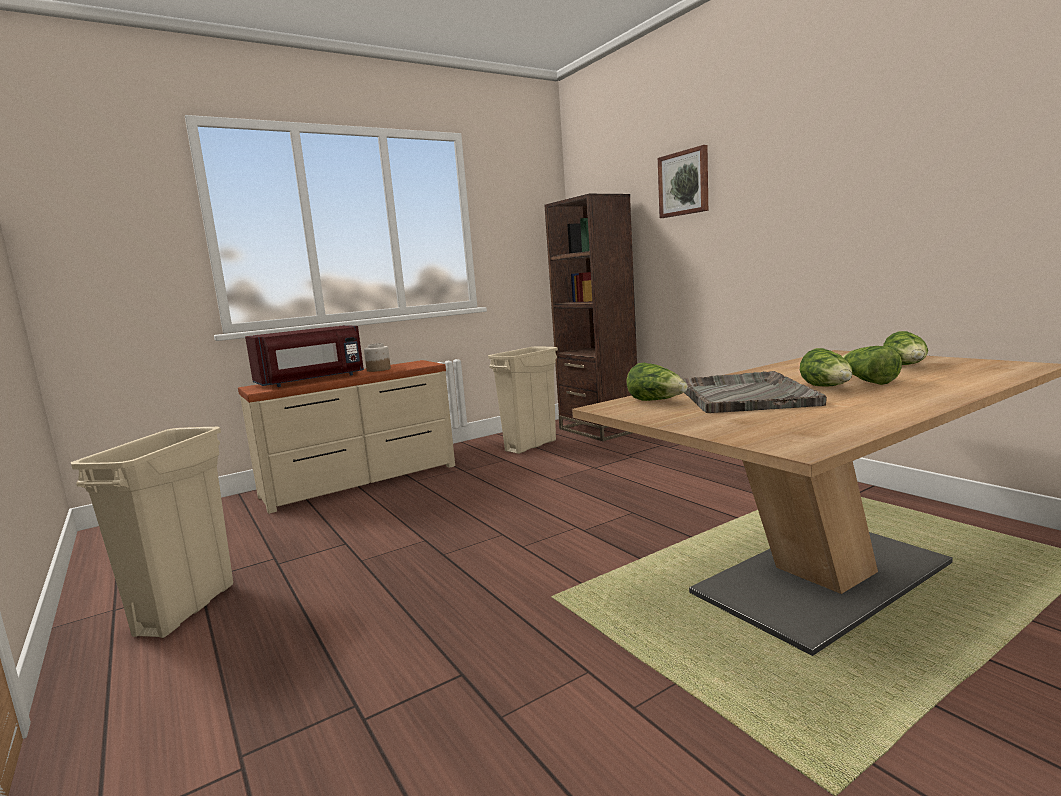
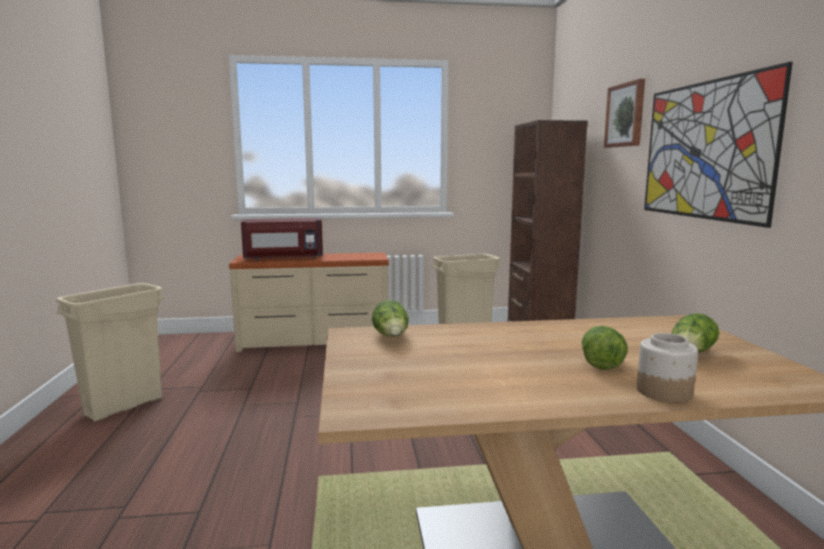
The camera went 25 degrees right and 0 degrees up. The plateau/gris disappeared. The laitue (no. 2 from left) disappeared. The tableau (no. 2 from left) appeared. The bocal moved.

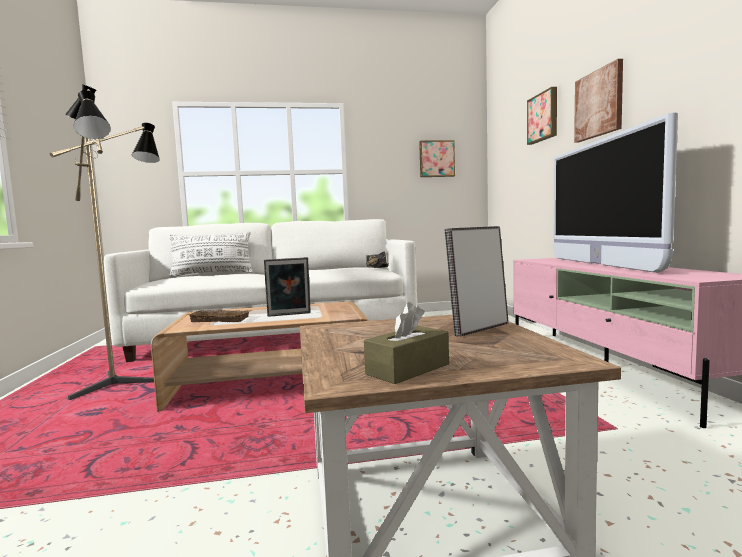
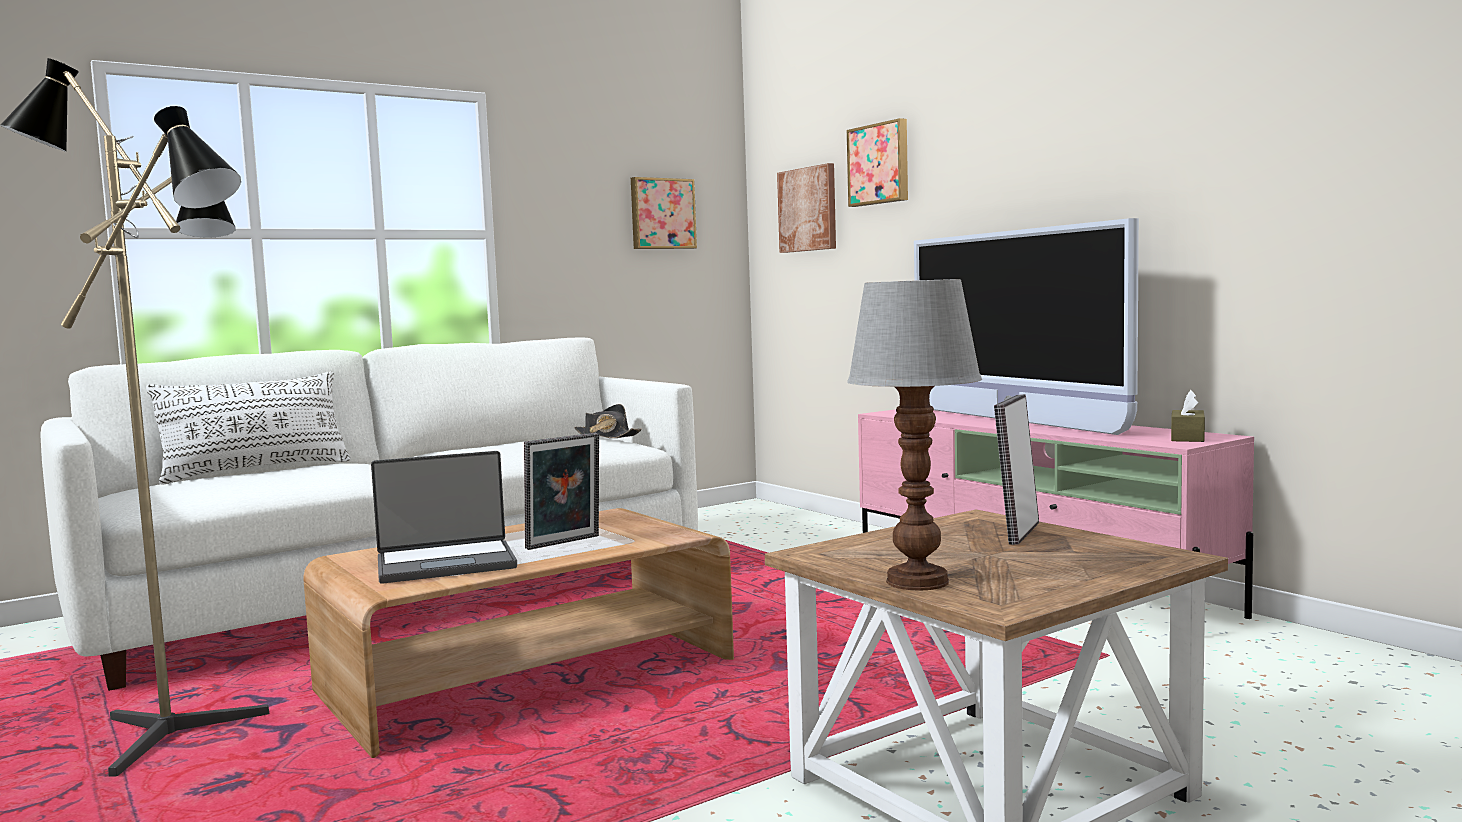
The camera went 25 degrees left and 0 degrees up. The lampe de table appeared. The boîte à mouchoirs/marron moved. The tableau (no. 3 from left in the first image) moved. The plateau/marron was replaced by the ordinateur portable.

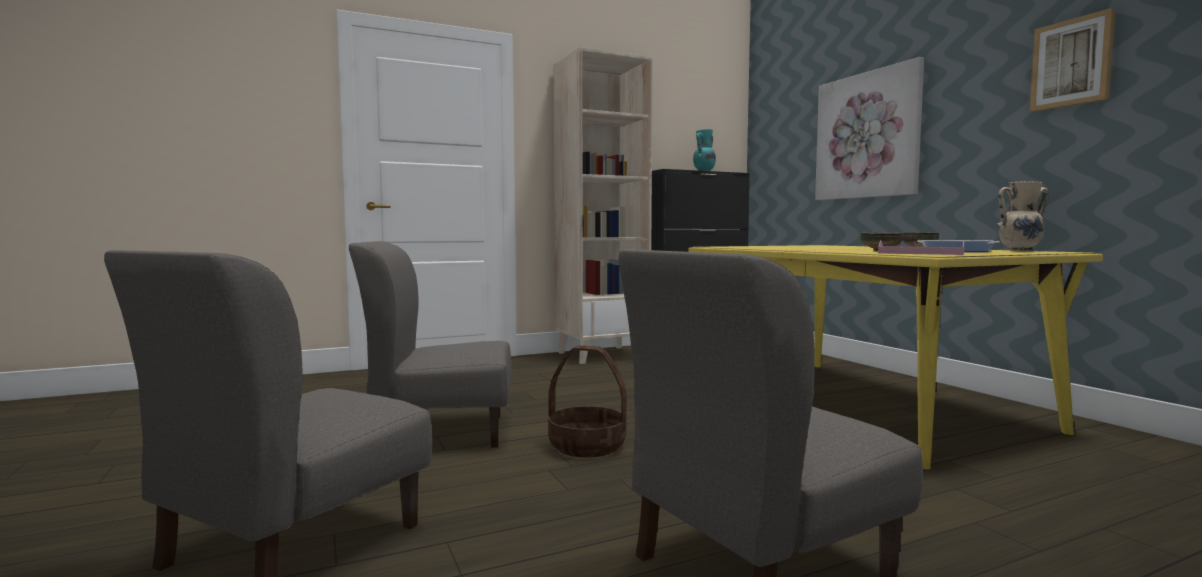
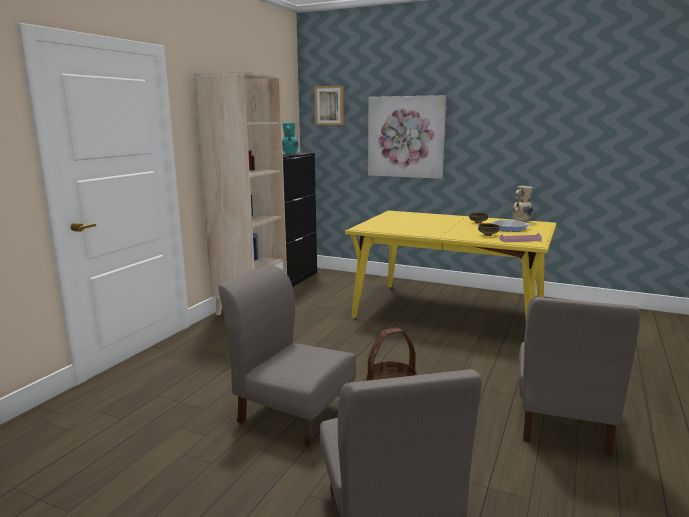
The camera went 40 degrees left and 10 degrees up. The tableau (no. 2 from left in the first image) moved. The chaise/gris (no. 2 from left in the first image) turned 75 degrees clockwise.

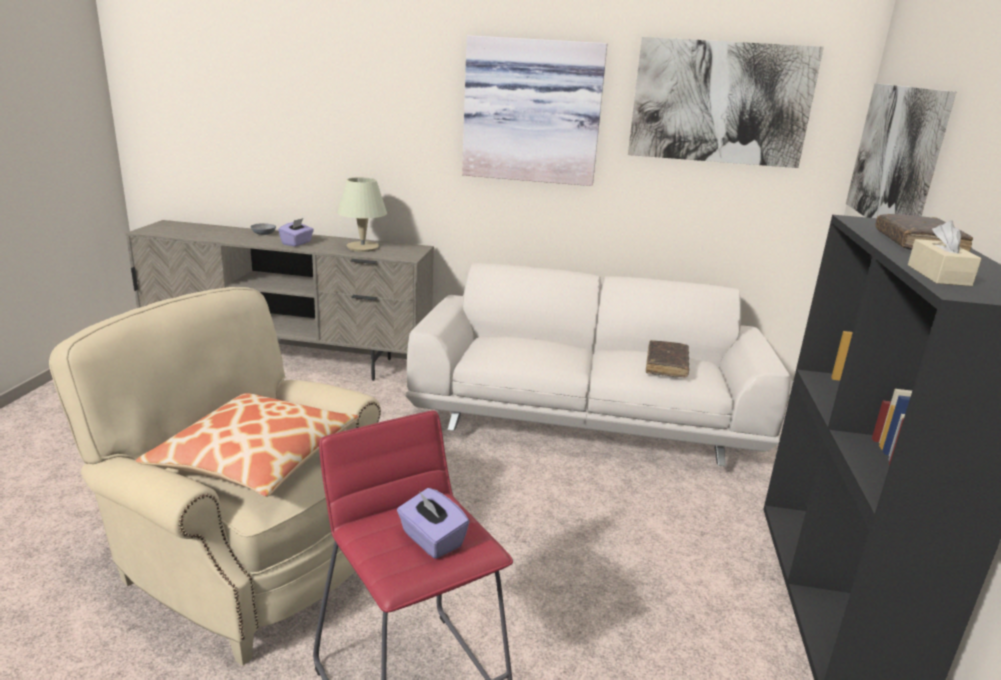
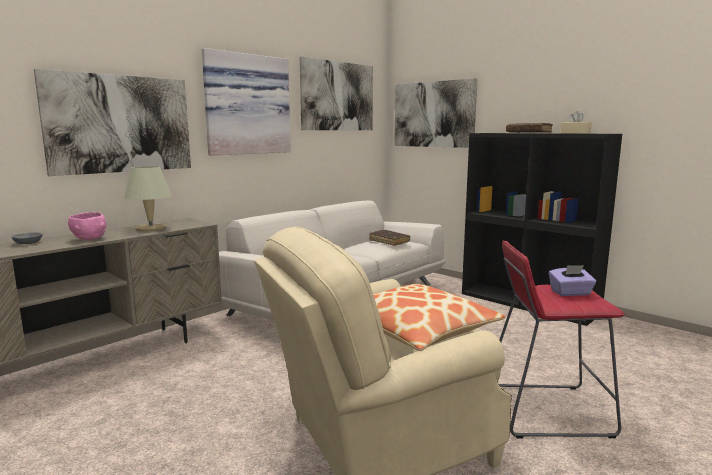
The camera went 55 degrees left and 10 degrees down. The tableau (no. 1 from left) appeared. The boîte à mouchoirs/violet (no. 1 from left) was replaced by the bol/rose.

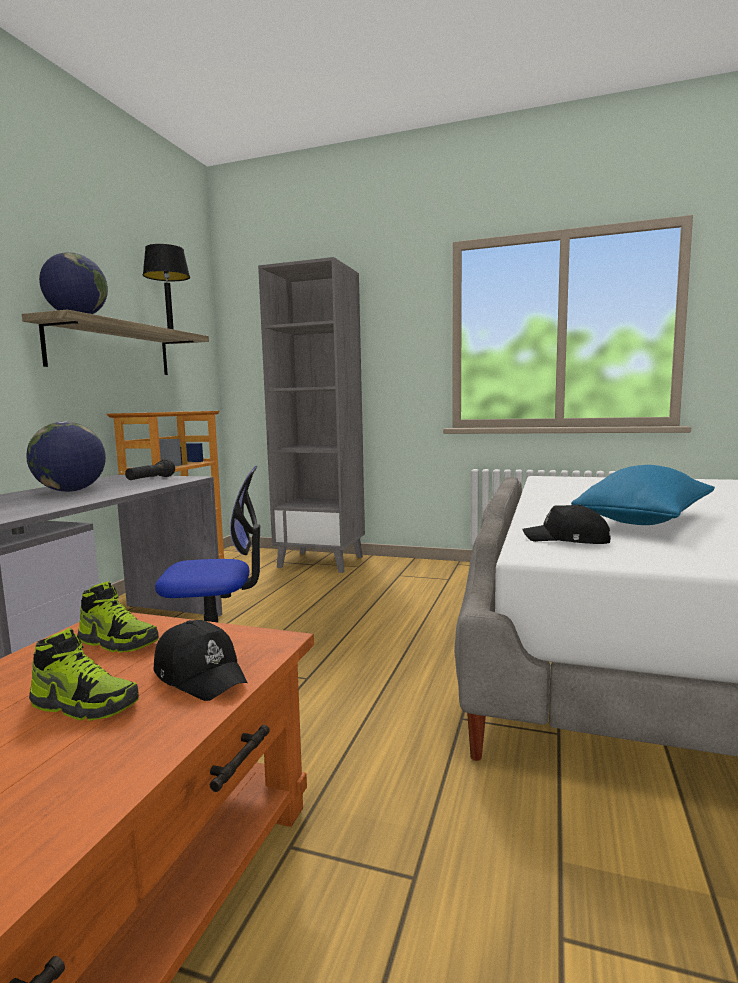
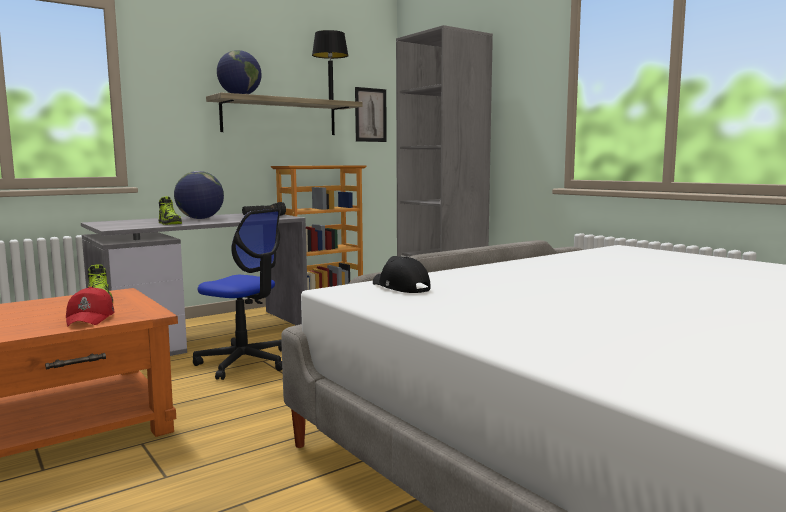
The camera went 35 degrees right and 0 degrees up. The coussin/bleu disappeared. The tableau appeared. The chaussure (no. 1 from left in the first image) moved. The casquette/noir (no. 1 from left) became the casquette/rouge.

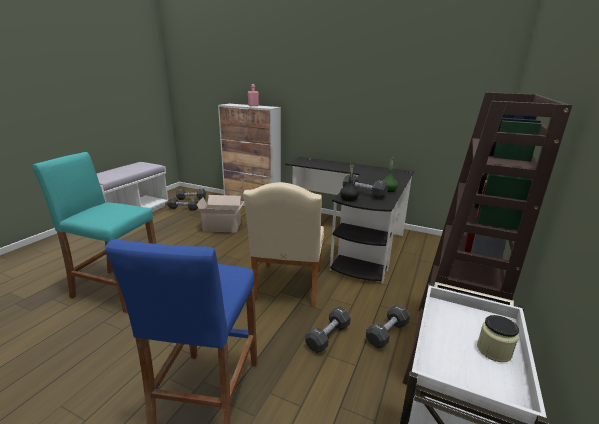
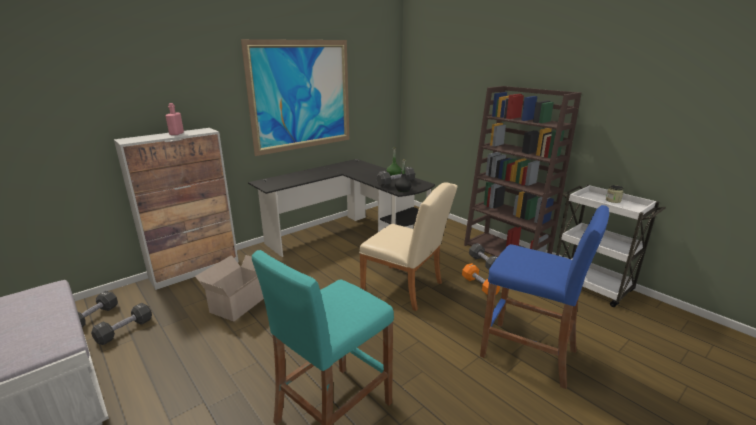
The camera went 65 degrees left and 0 degrees up. The tableau appeared. The haltère/noir (no. 3 from left) became the haltère/orange.

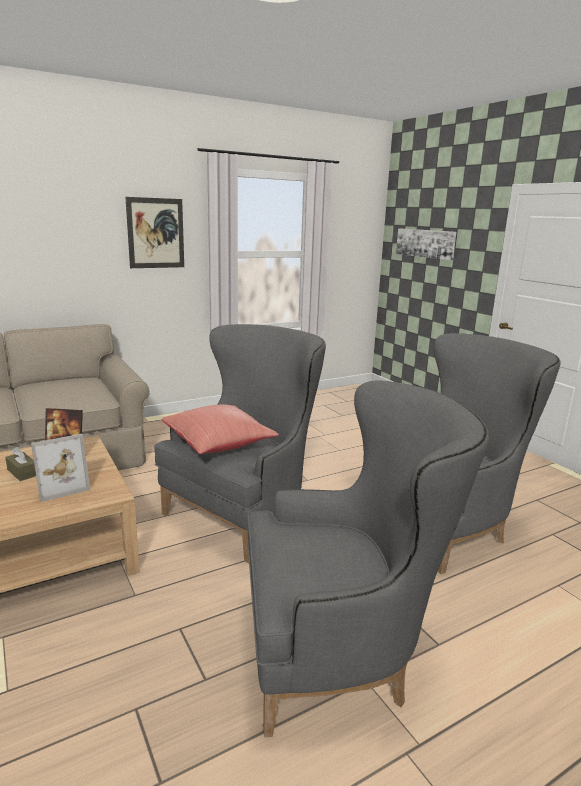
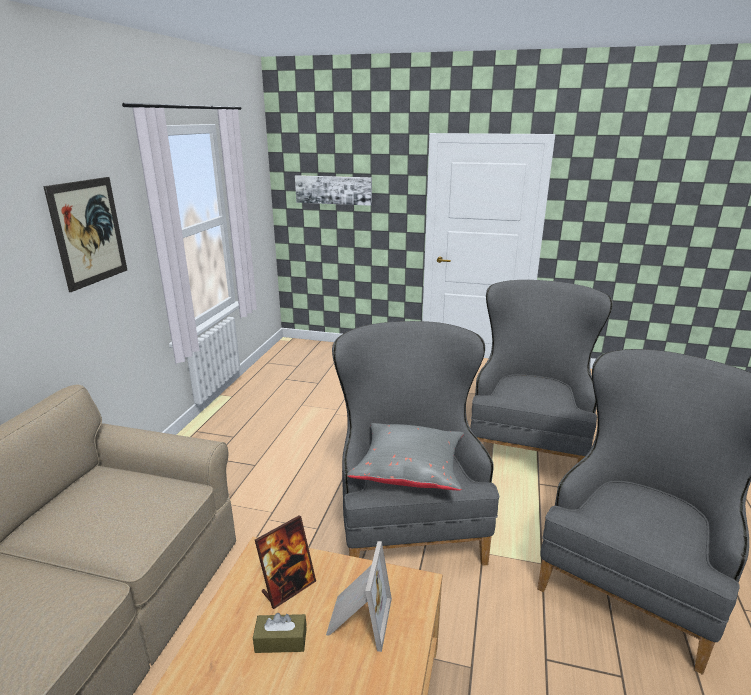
The camera went 45 degrees left and 5 degrees up. The coussin/rouge became the coussin/gris.

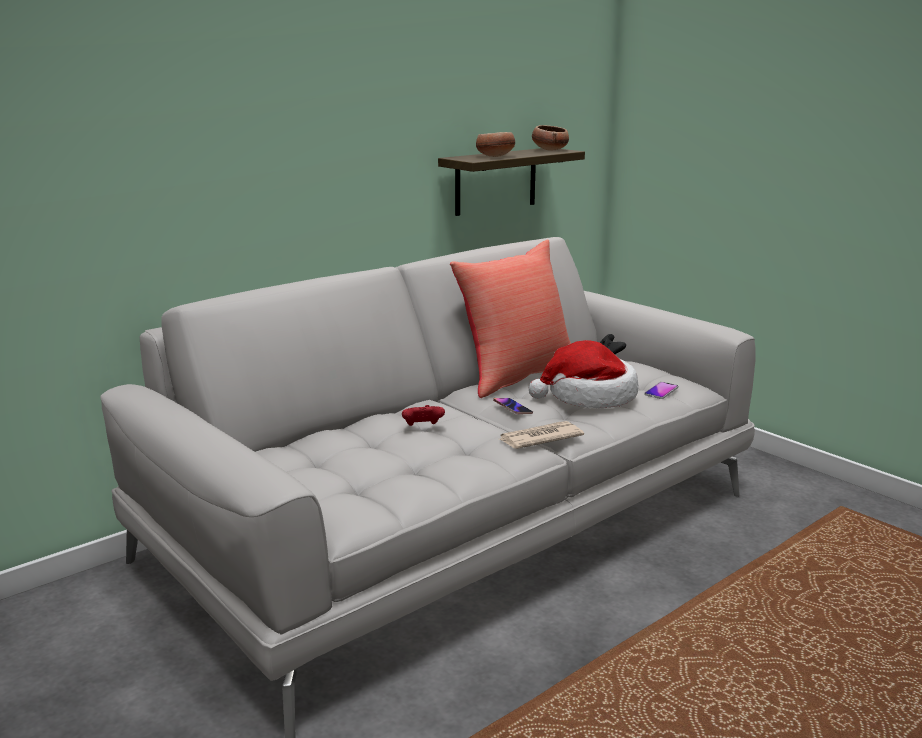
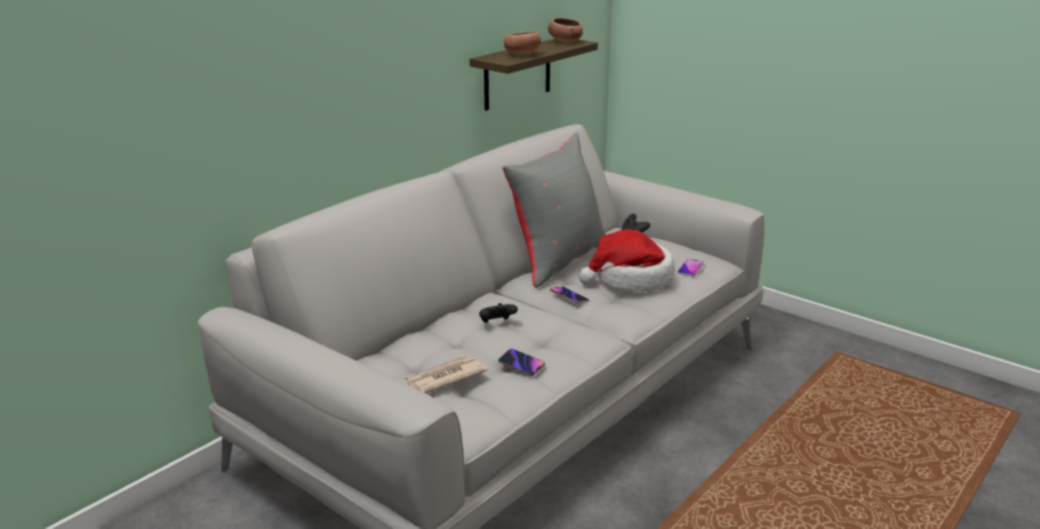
The camera went 10 degrees left and 5 degrees up. The téléphone (no. 1 from left) appeared. The journal moved. The manette/rouge became the manette/noir (no. 1 from left). The coussin/rouge became the coussin/gris.

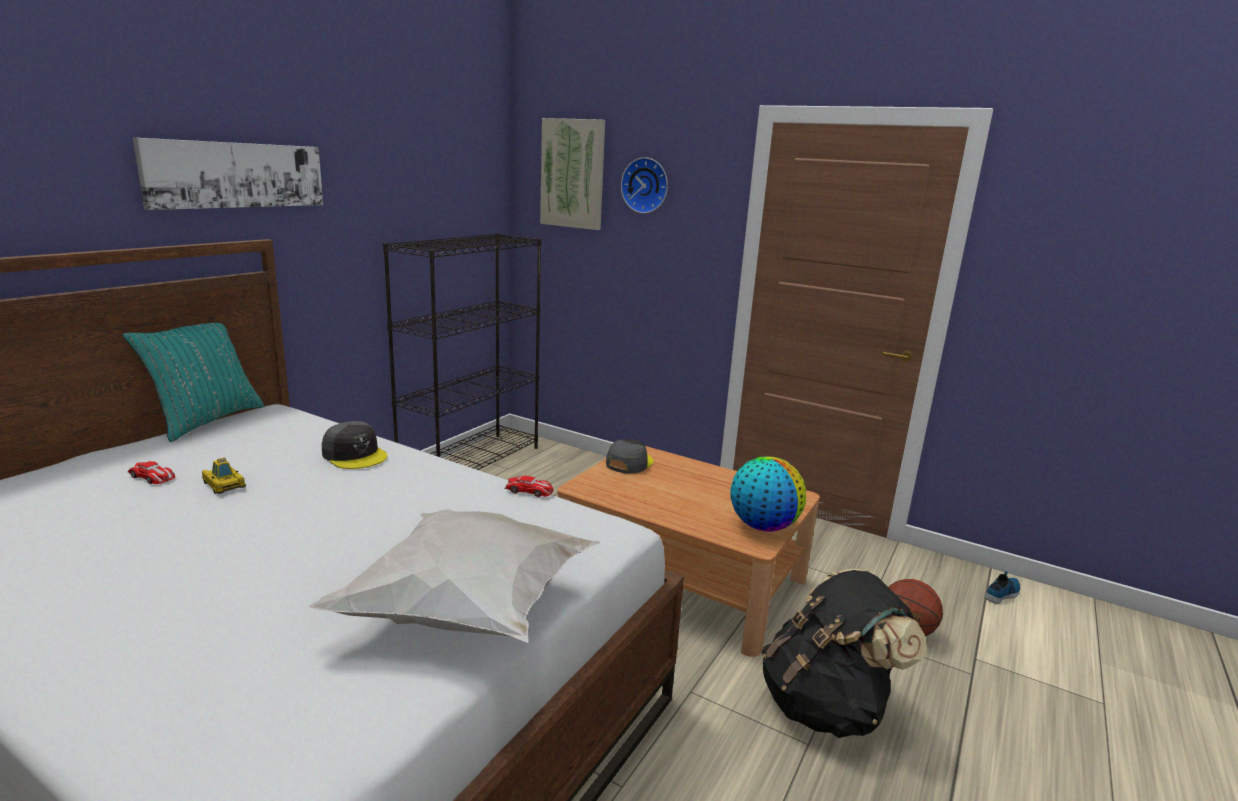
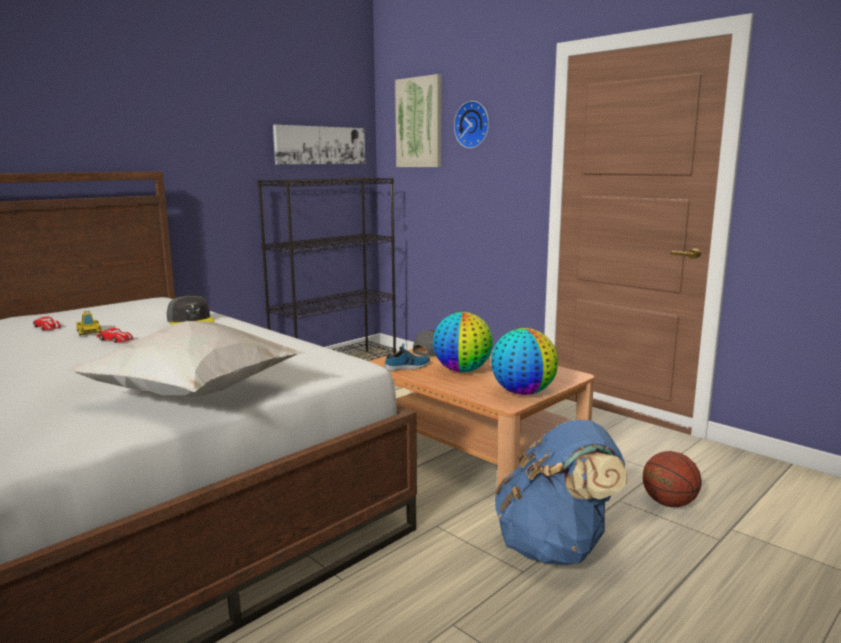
The camera went 15 degrees right and 5 degrees down. The coussin/turquoise disappeared. The globe (no. 1 from left) appeared. The tableau (no. 1 from left) moved. The petite voiture (no. 3 from left) moved. The chaussure moved. The sac à dos/noir became the sac à dos/bleu.

